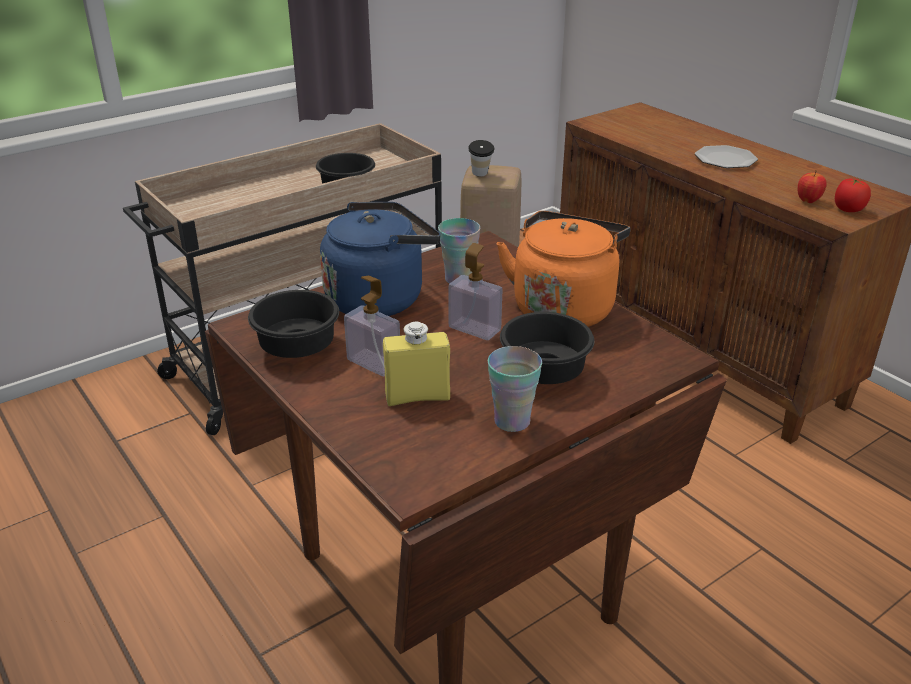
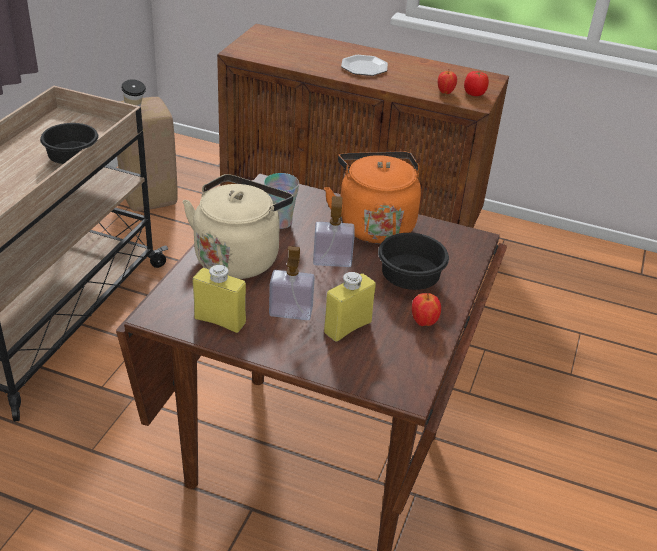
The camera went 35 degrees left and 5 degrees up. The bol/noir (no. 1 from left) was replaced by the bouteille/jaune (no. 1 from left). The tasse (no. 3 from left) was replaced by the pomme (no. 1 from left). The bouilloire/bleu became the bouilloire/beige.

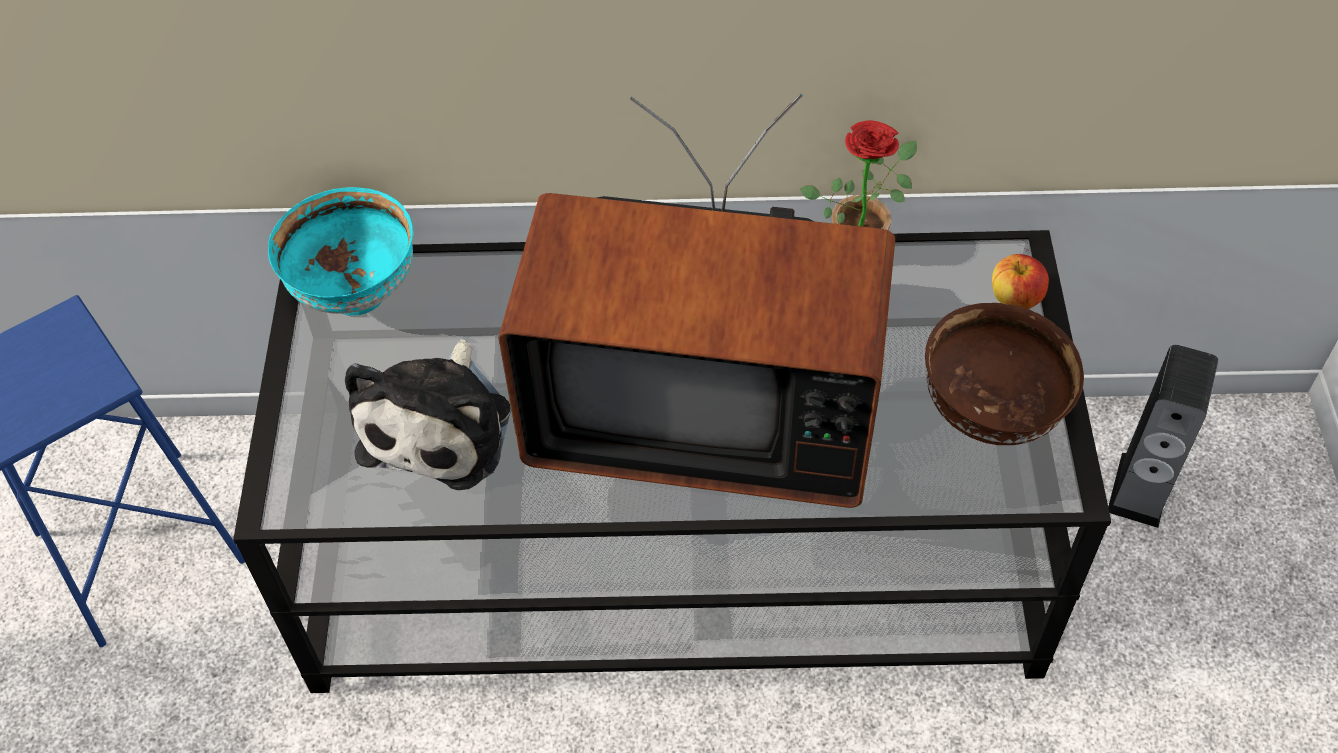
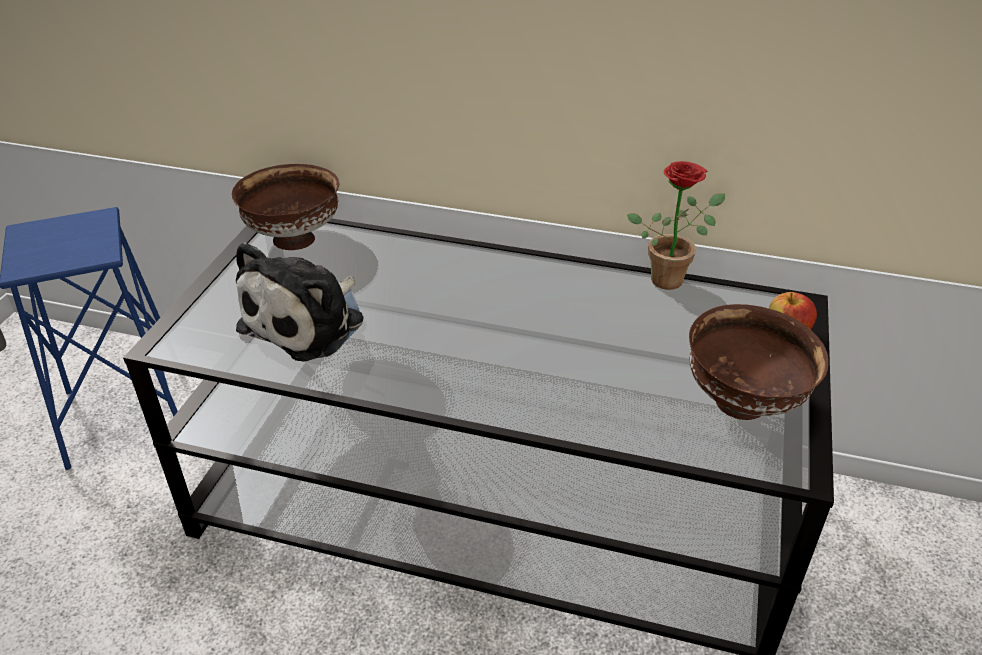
The camera went 15 degrees right and 15 degrees down. The téléviseur disappeared. The enceinte disappeared. The bol/turquoise became the bol/marron (no. 1 from left).

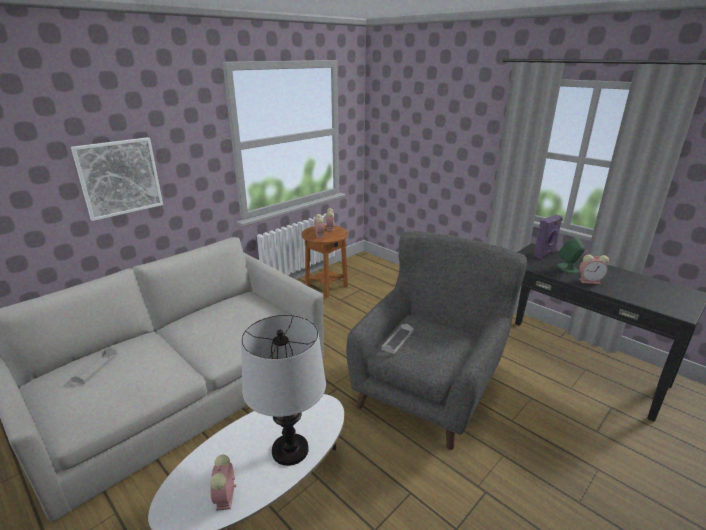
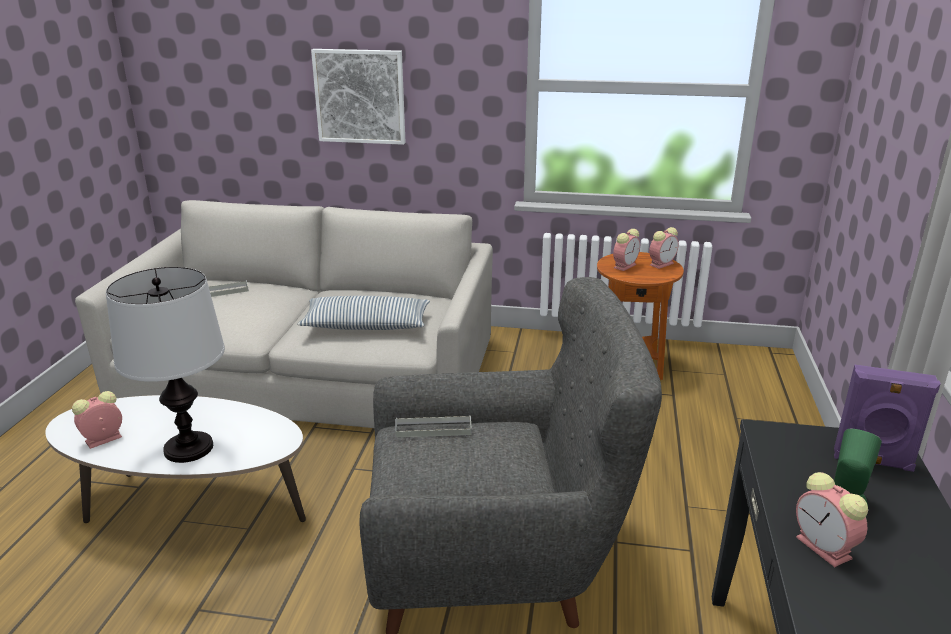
The camera went 55 degrees right and 0 degrees up. The coussin appeared.

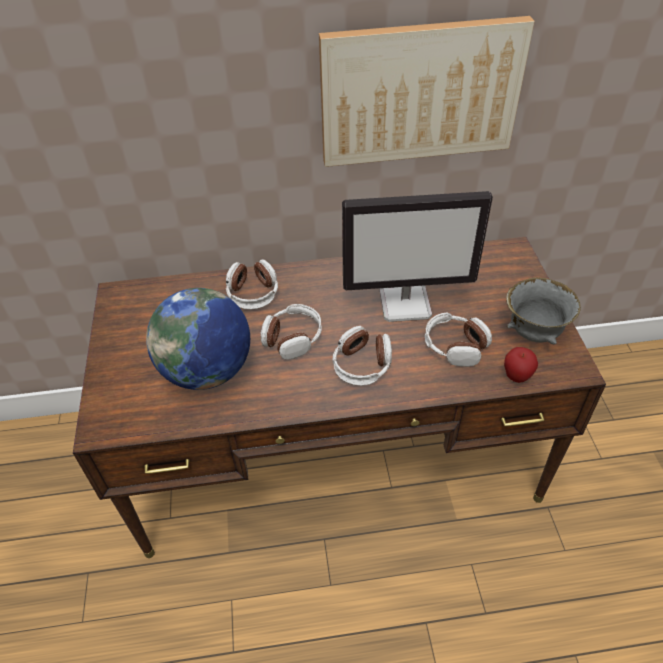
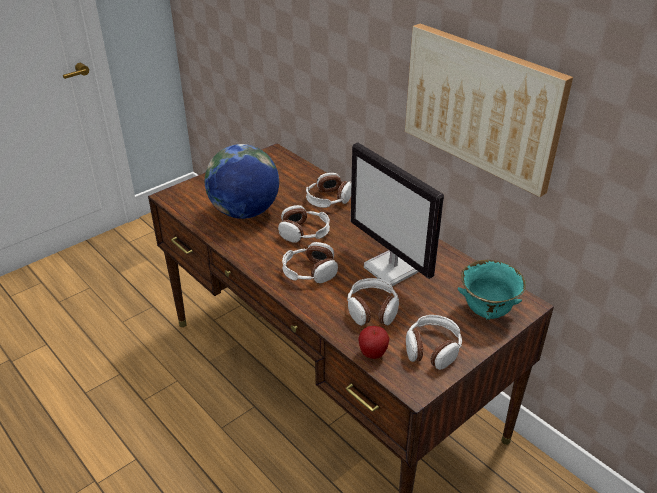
The camera went 55 degrees right and 10 degrees down. The bol/turquoise appeared. The bol/gris was replaced by the casque audio (no. 5 from left).

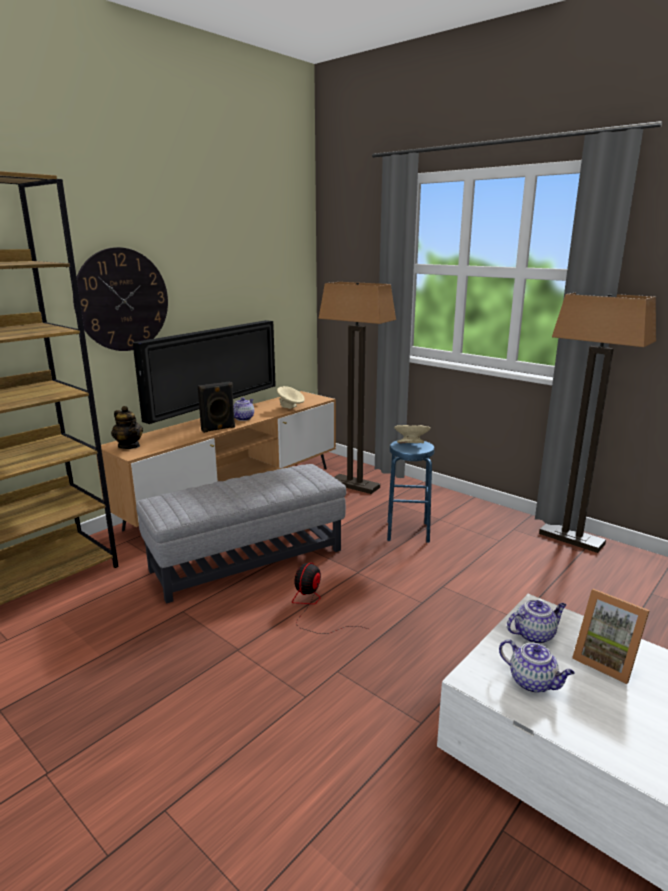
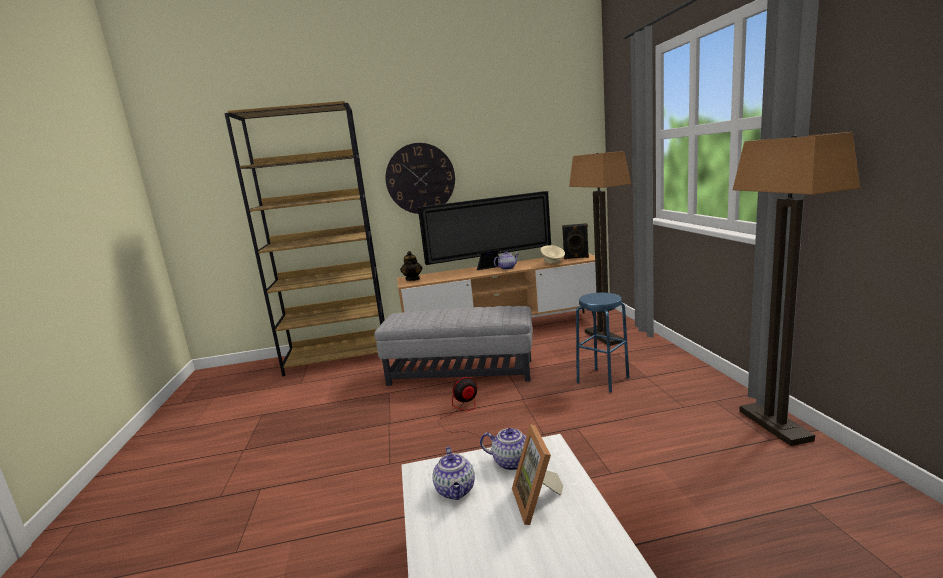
The camera went 40 degrees right and 5 degrees down. The bol/beige (no. 2 from left) disappeared. The enceinte/noir moved.

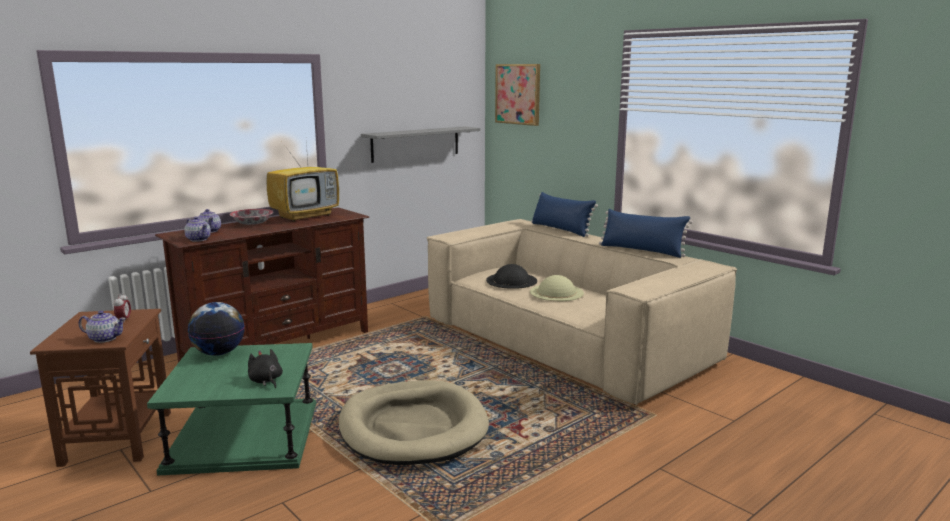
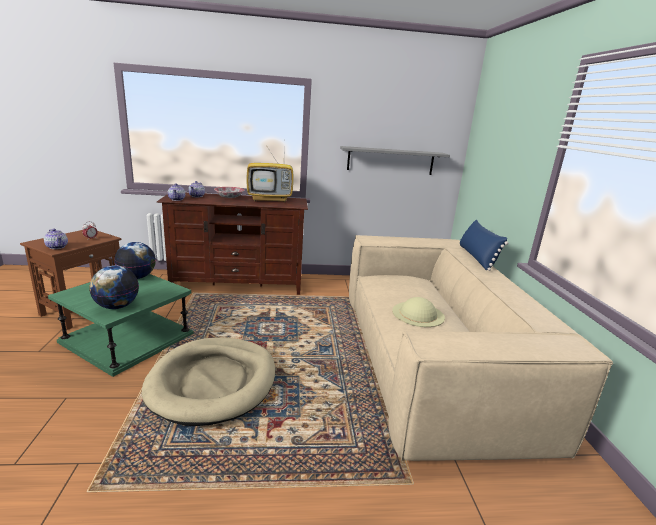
The camera went 35 degrees right and 5 degrees up. The chapeau/noir disappeared. The tableau disappeared. The coussin/bleu (no. 2 from left) disappeared. The peluche/noir was replaced by the globe (no. 1 from left).

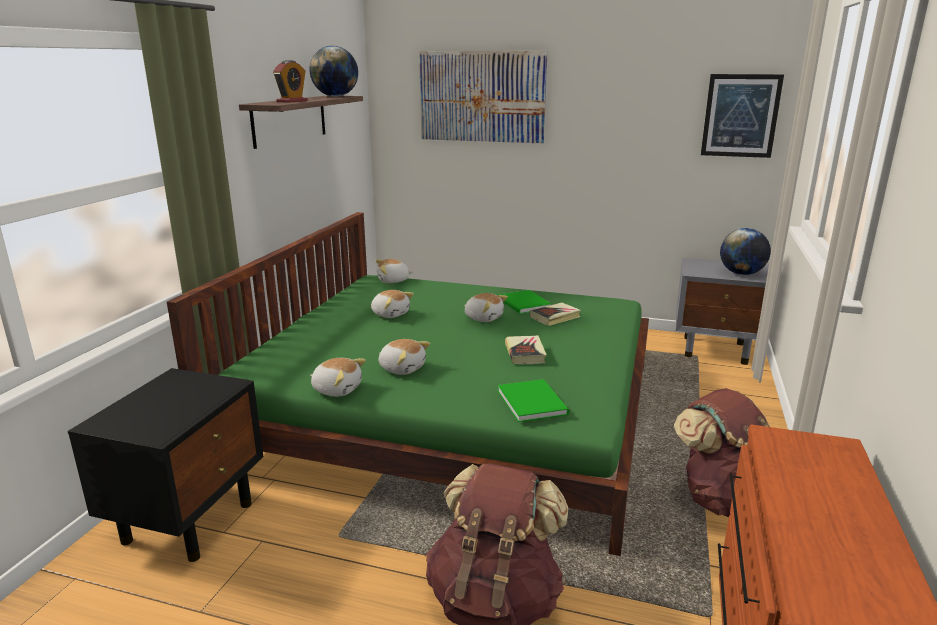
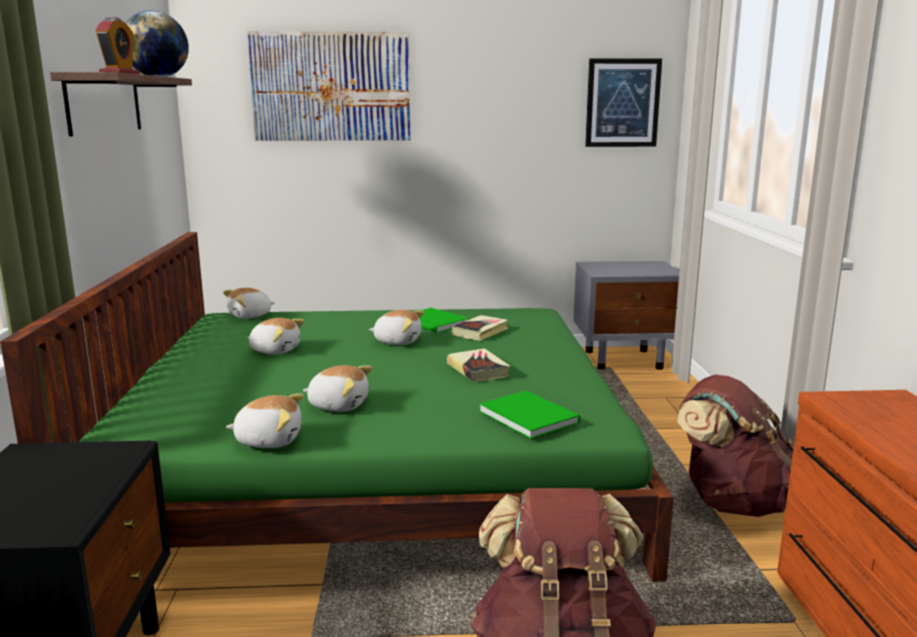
The camera went 20 degrees left and 5 degrees down. The globe (no. 2 from left) disappeared.

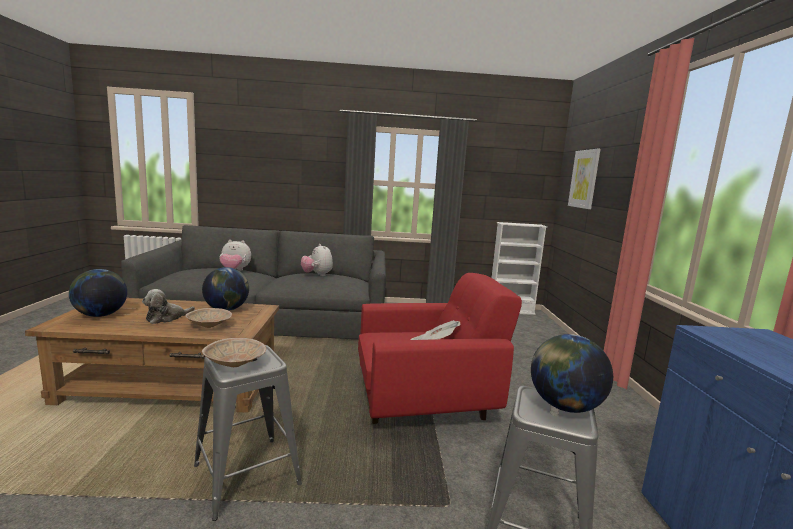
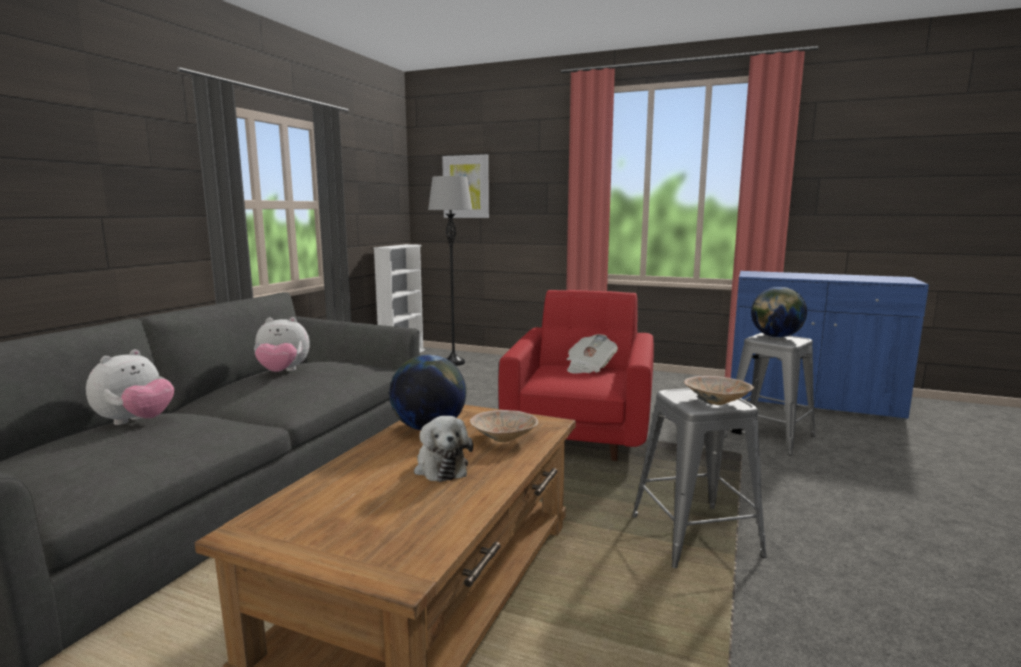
The camera went 65 degrees left and 0 degrees up. The globe (no. 1 from left) disappeared. The lampadaire/gris appeared.

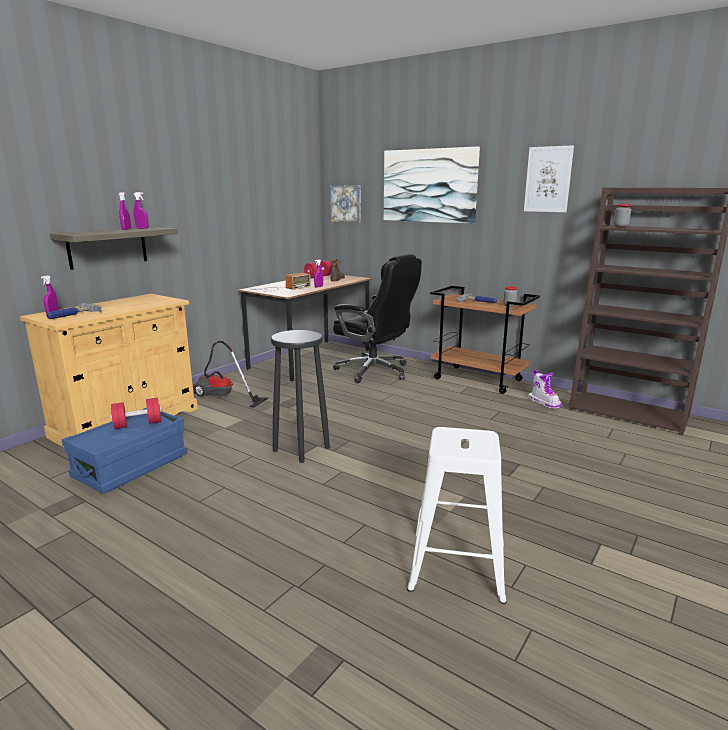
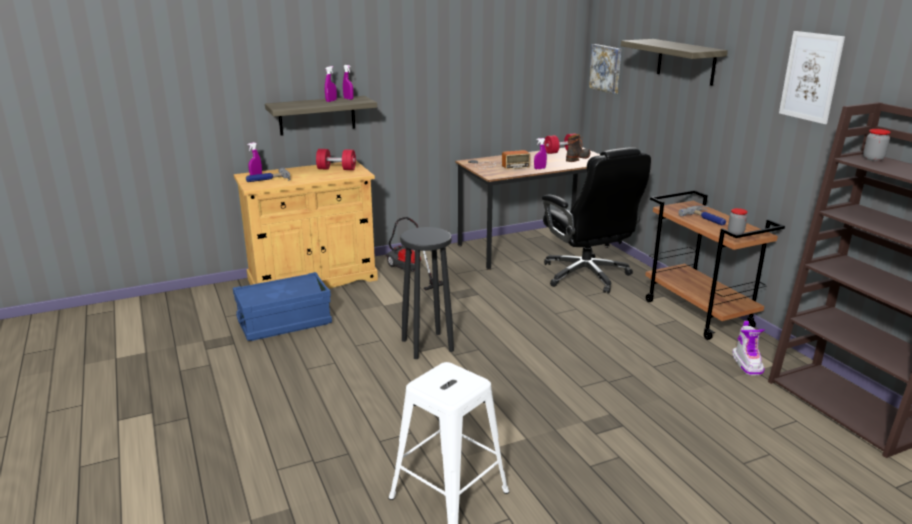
The camera went 30 degrees right and 5 degrees up. The haltère/rouge (no. 1 from left) moved. The tableau (no. 2 from left) was replaced by the étagère (no. 2 from left).

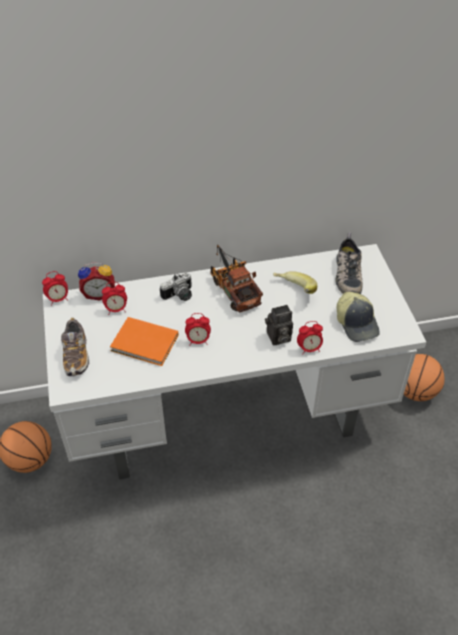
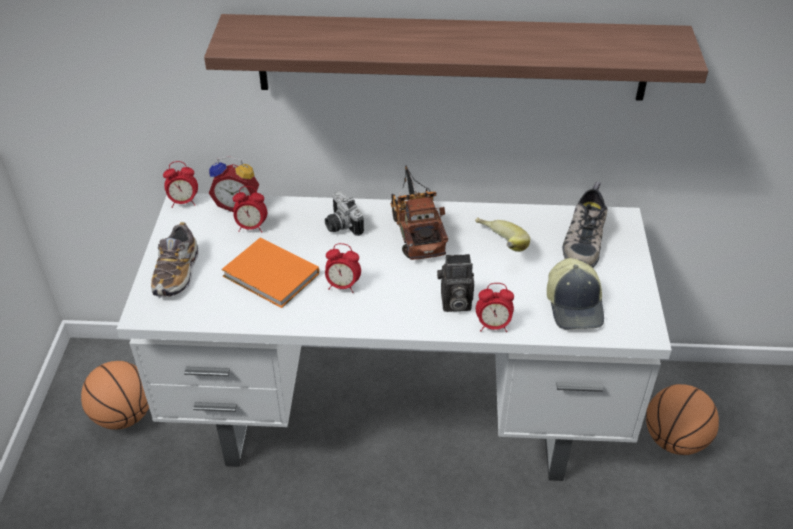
The camera went 15 degrees right and 5 degrees down. The étagère appeared. The appareil photo (no. 1 from left) turned 75 degrees clockwise.

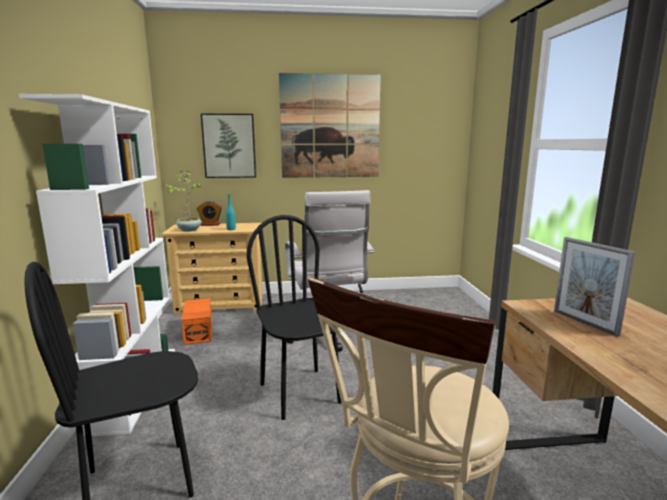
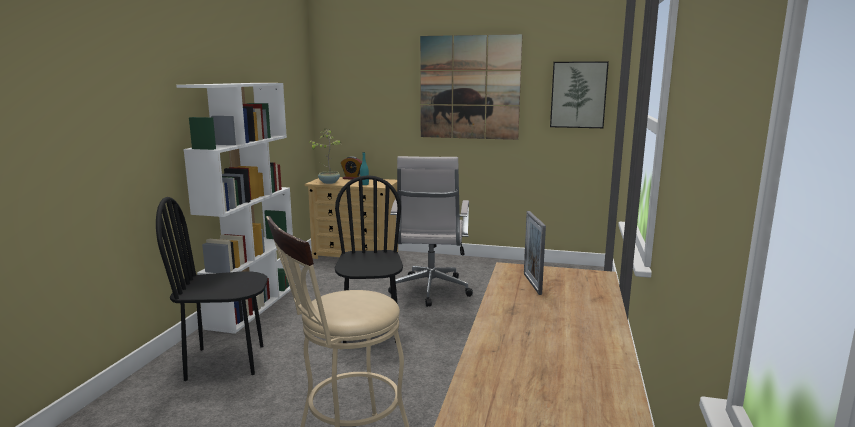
The camera went 20 degrees right and 0 degrees up. The boîte de rangement/orange disappeared. The tableau (no. 1 from left in the first image) moved.

